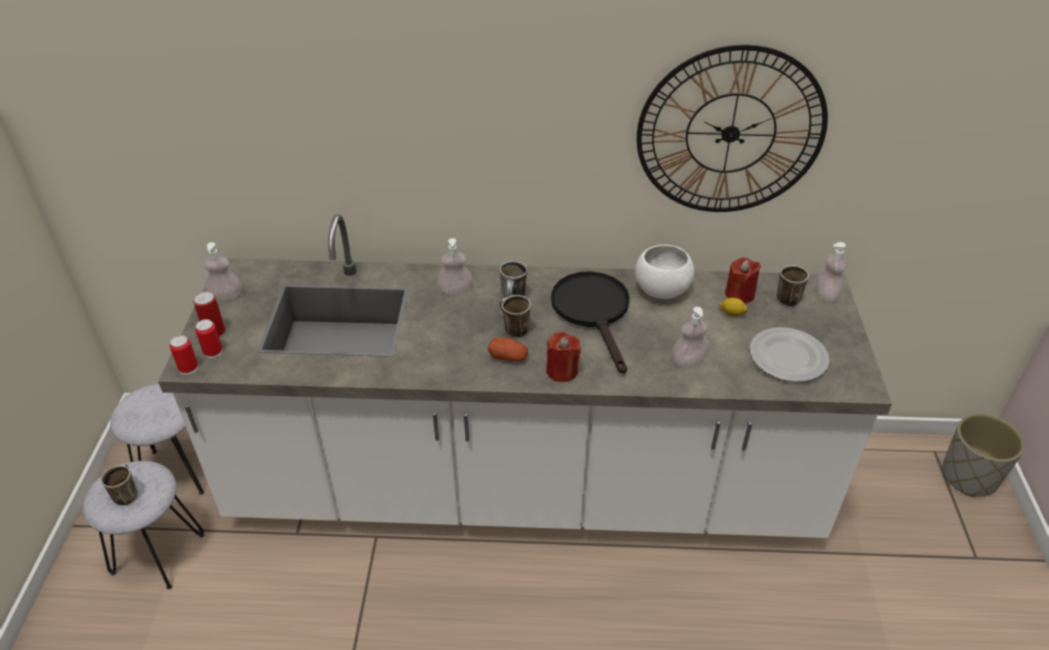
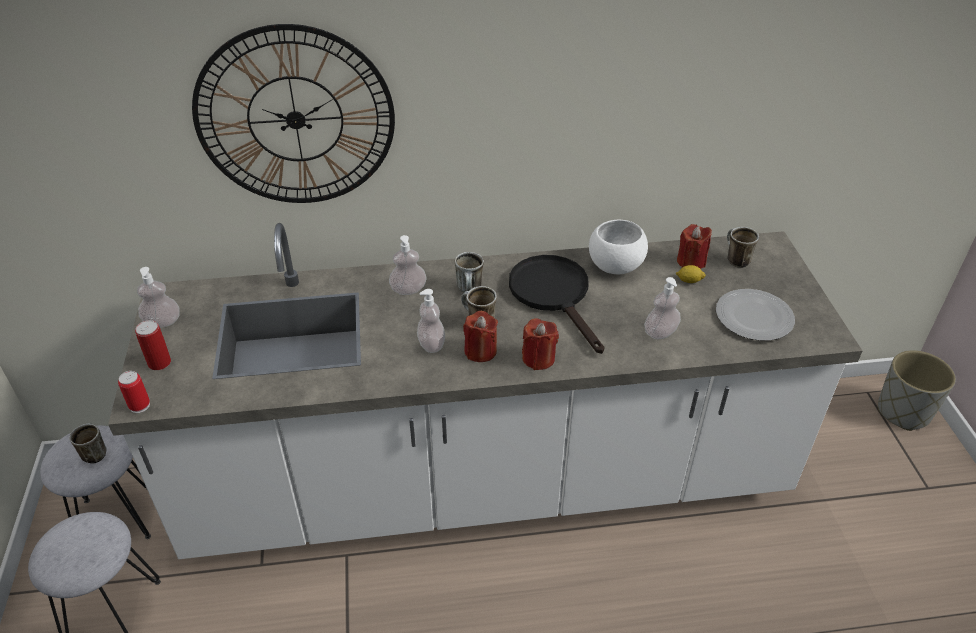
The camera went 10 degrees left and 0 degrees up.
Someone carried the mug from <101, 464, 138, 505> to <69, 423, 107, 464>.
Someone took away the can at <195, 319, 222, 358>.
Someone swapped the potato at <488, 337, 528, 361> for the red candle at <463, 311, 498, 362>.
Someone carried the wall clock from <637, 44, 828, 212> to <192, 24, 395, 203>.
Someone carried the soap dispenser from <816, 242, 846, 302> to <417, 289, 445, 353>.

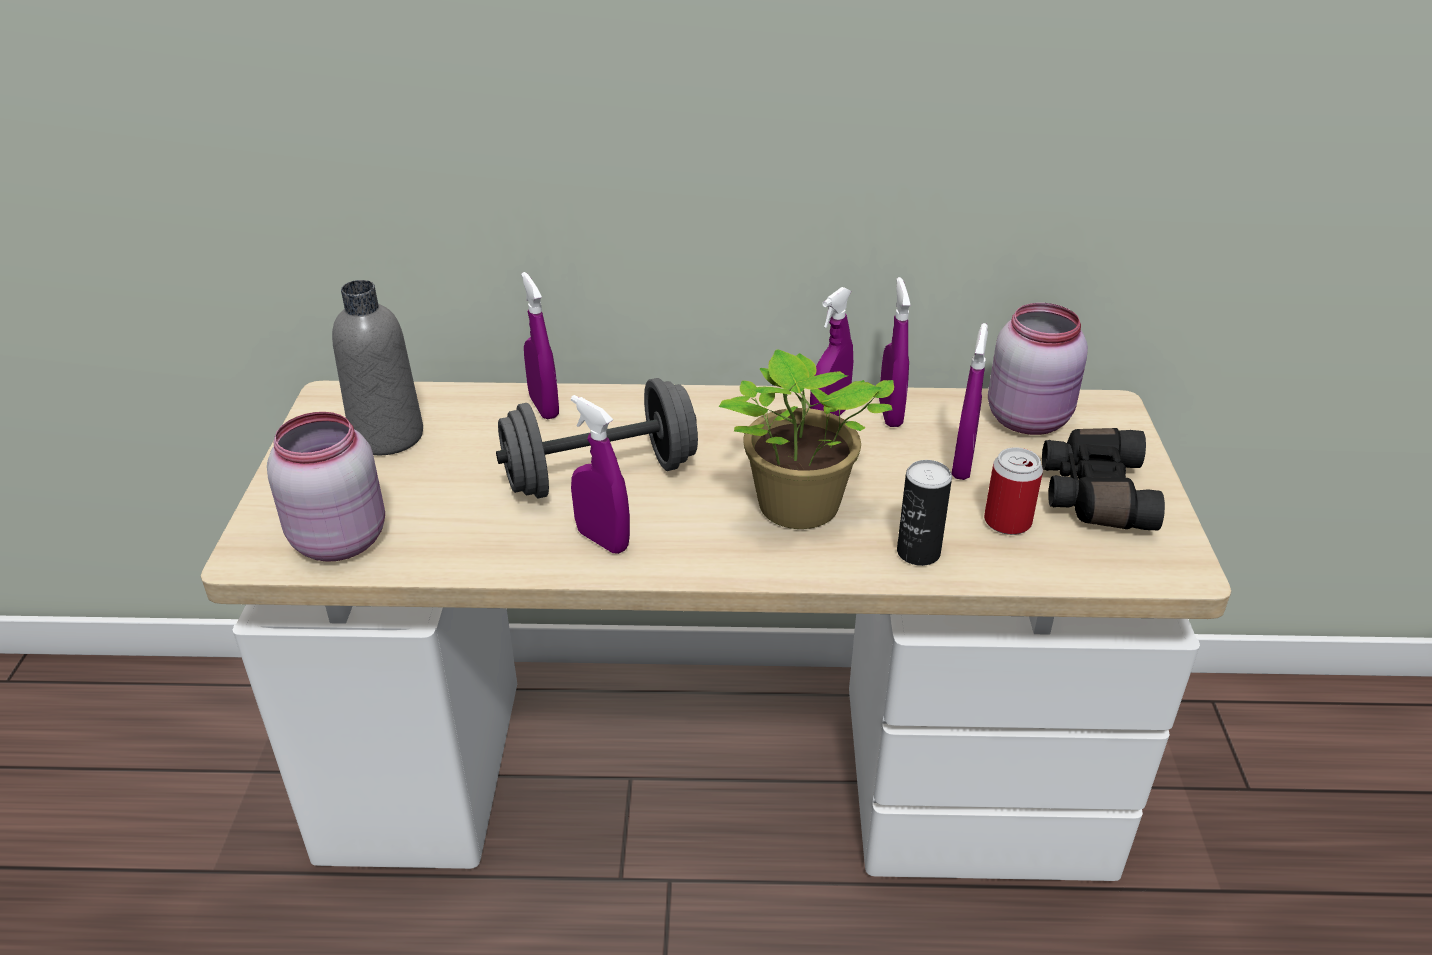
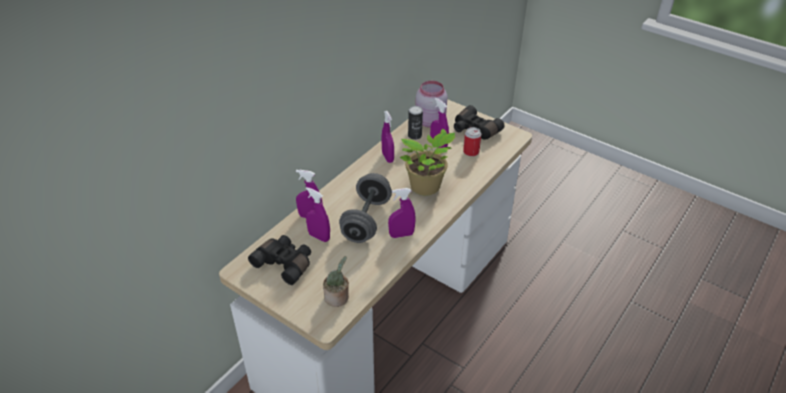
The camera went 55 degrees left and 5 degrees up.
Someone swapped the pink jar at <267, 412, 385, 562> for the potted plant at <323, 256, 349, 307>.
Someone swapped the grey bottle at <332, 280, 423, 455> for the black binoculars at <248, 235, 311, 285>.
Someone carried the purple spray bottle from <879, 277, 910, 427> to <306, 187, 330, 242>.
Someone carried the can from <897, 460, 952, 566> to <408, 106, 423, 140>.

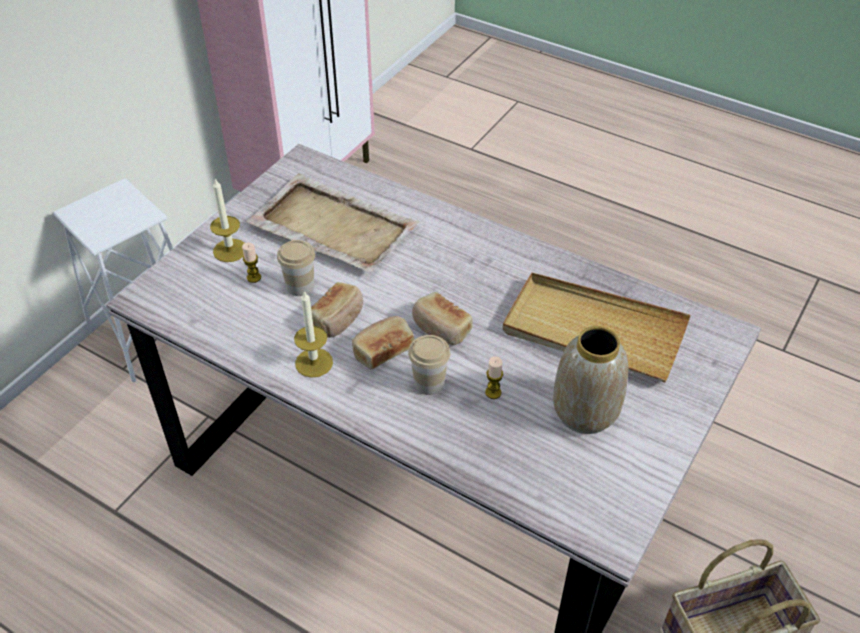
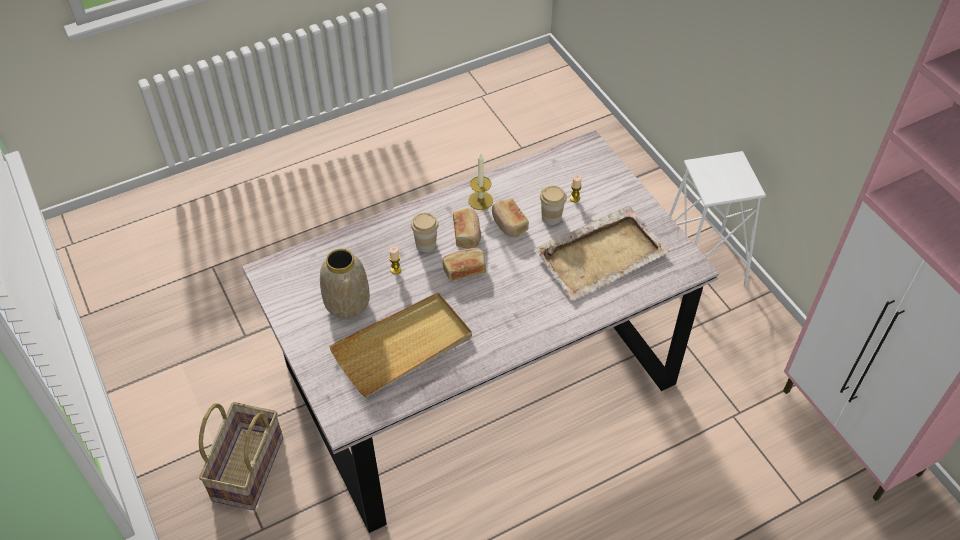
The camera went 120 degrees right and 5 degrees up.
Someone took away the candle at <210, 178, 244, 262>.

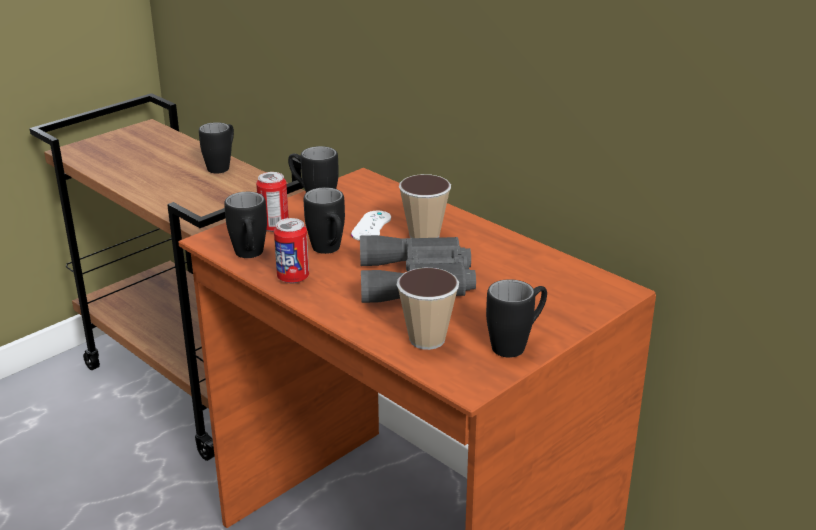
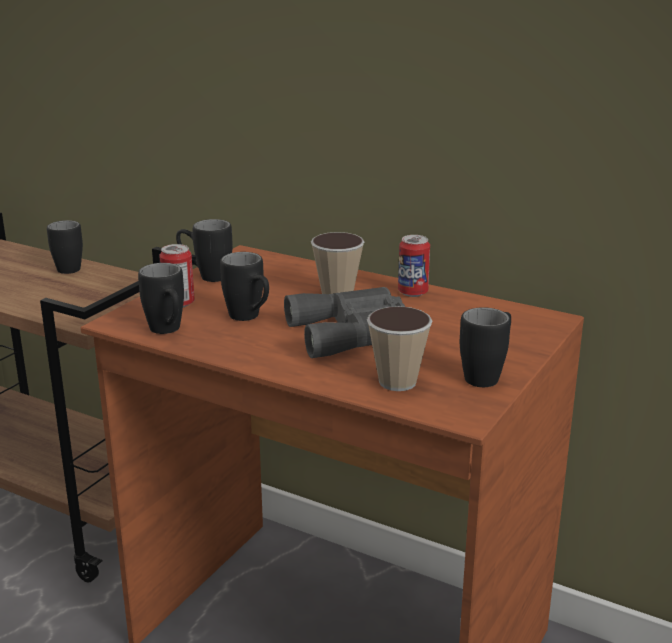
The camera went 15 degrees left and 5 degrees down.
Someone carried the can from <274, 218, 309, 283> to <398, 235, 430, 297>.
Someone took away the white game controller at <351, 211, 391, 241>.

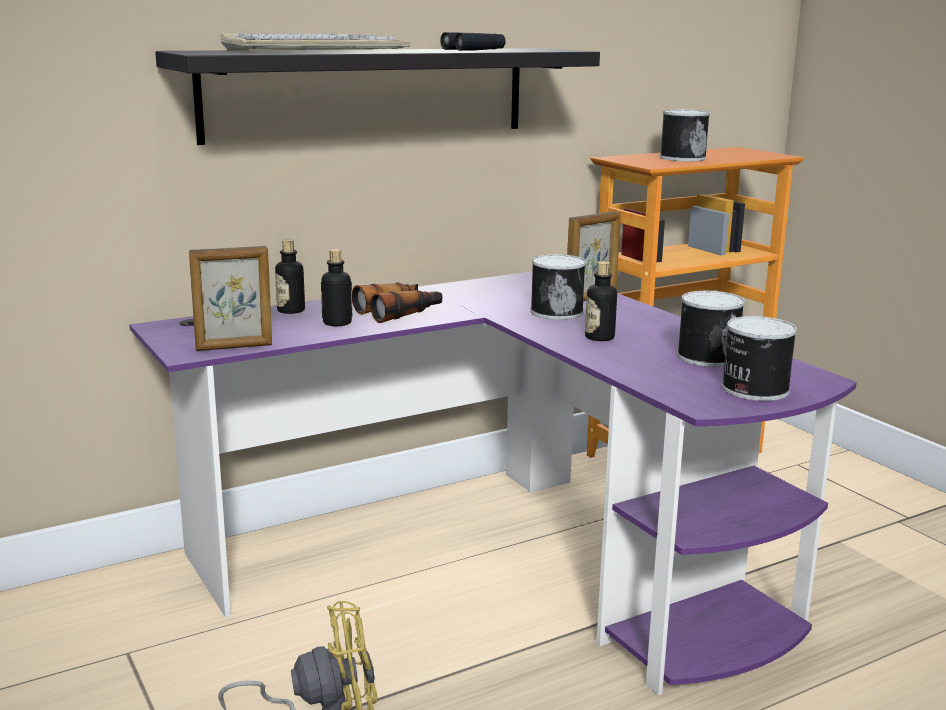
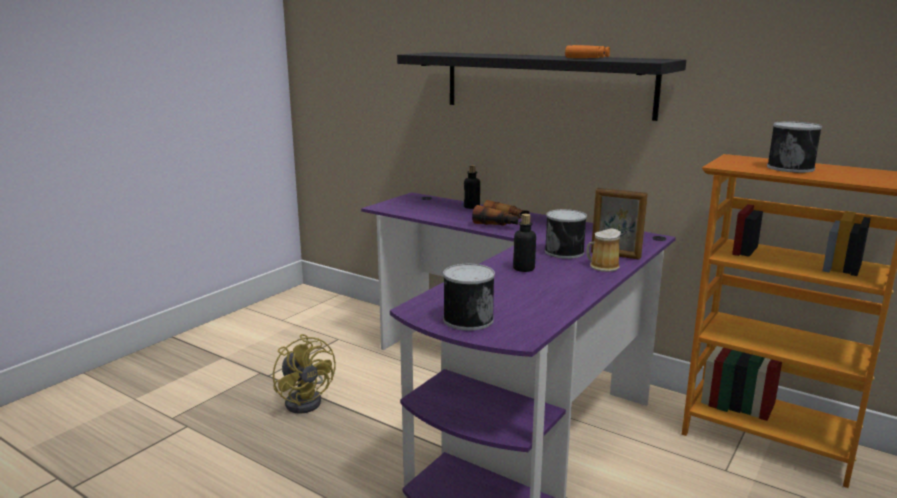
The camera went 65 degrees right and 0 degrees up.
Someone took away the picture frame at <189, 246, 272, 351>.
Someone took away the keyboard at <221, 33, 411, 50>.
Someone took away the bottle at <321, 249, 352, 326>.
Someone repainted the black binoculars at <440, 32, 506, 51>, which became the orange binoculars at <565, 45, 610, 58>.
Someone took away the can at <677, 291, 745, 367>.
Someone put down the mug at <586, 228, 621, 272>.

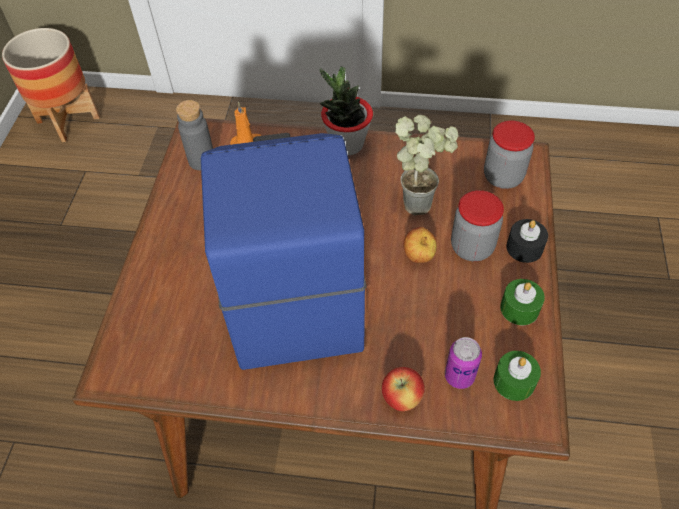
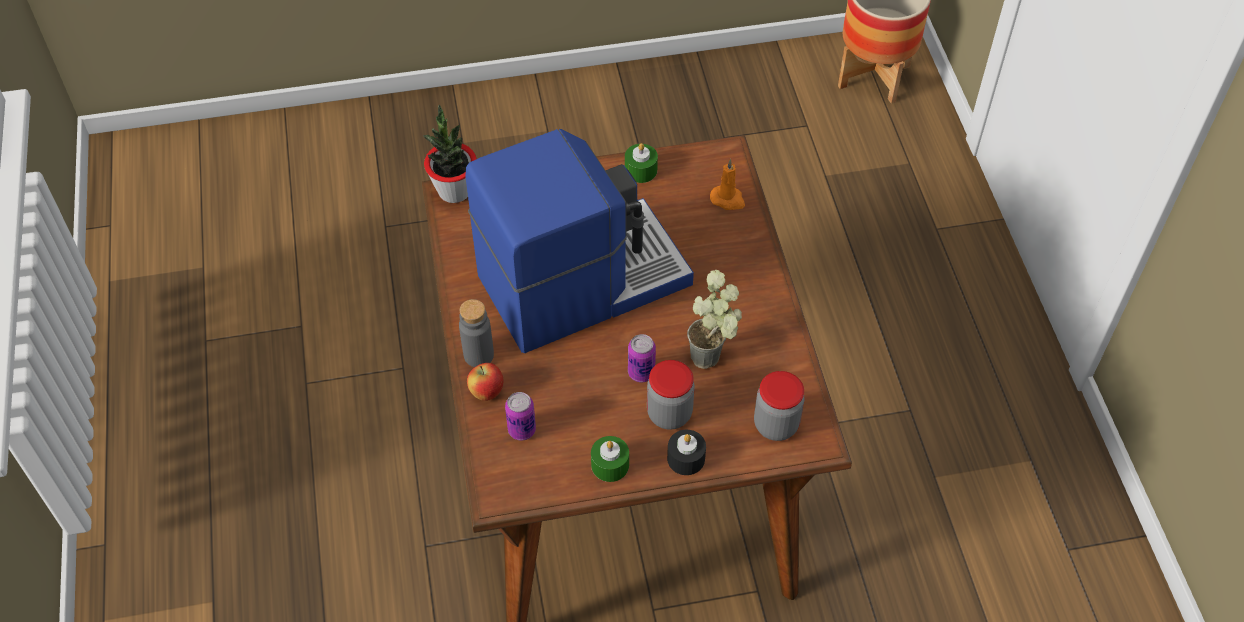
The camera went 70 degrees right and 0 degrees up.
Someone carried the grey bottle from <176, 100, 213, 170> to <459, 299, 494, 367>.
Someone carried the potted plant from <320, 67, 373, 156> to <423, 105, 477, 203>.
Someone swapped the apple at <403, 227, 437, 263> for the can at <628, 334, 656, 382>.
Someone carried the green candle from <494, 351, 541, 401> to <625, 143, 658, 183>.

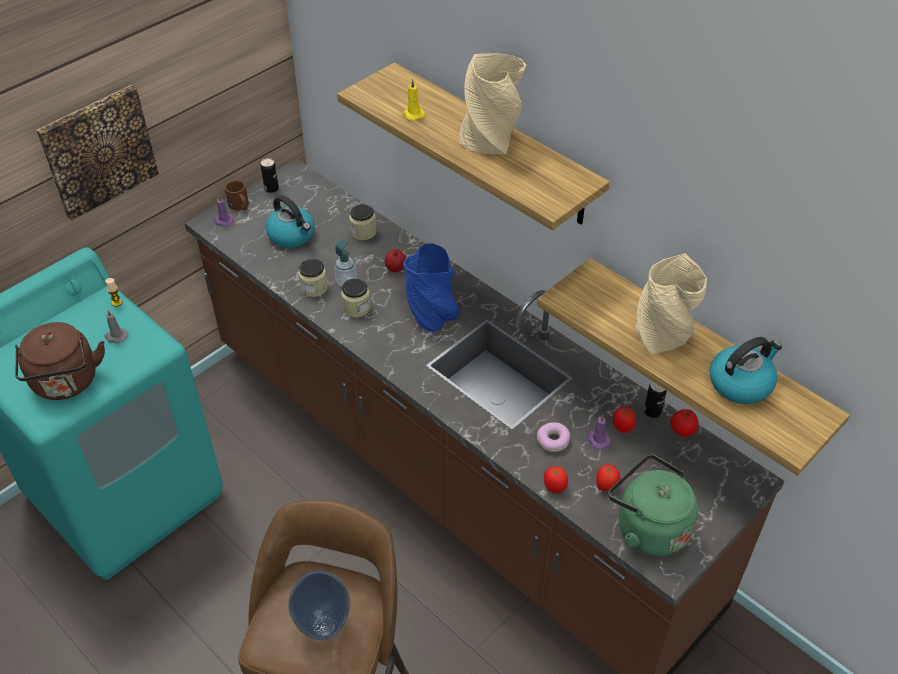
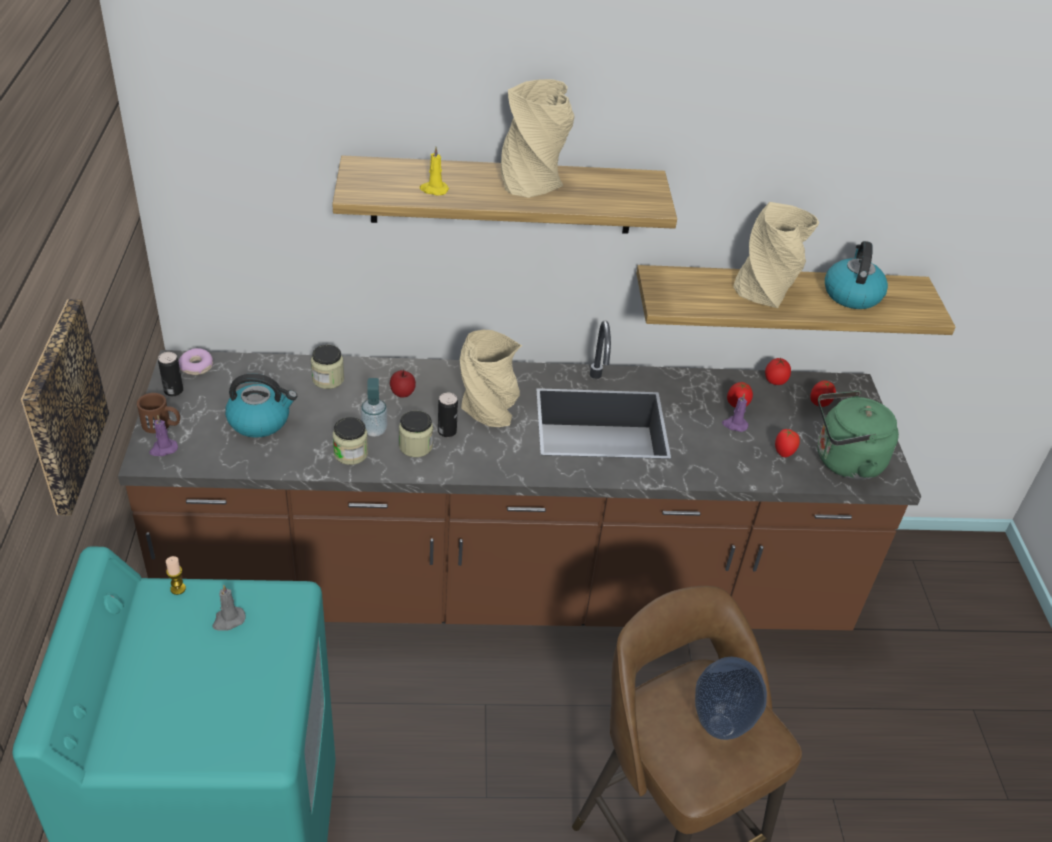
The camera went 50 degrees left and 5 degrees down.
Someone took away the brown kettle at <15, 322, 105, 400>.
Someone repainted the blue vase at <403, 243, 460, 333>, which became the beige vase at <460, 330, 522, 427>.
Someone carried the donut from <537, 422, 570, 452> to <178, 348, 213, 375>.
Someone carried the tomato from <544, 466, 568, 493> to <810, 380, 836, 407>.
Someone carried the can from <644, 381, 667, 418> to <438, 393, 458, 437>.

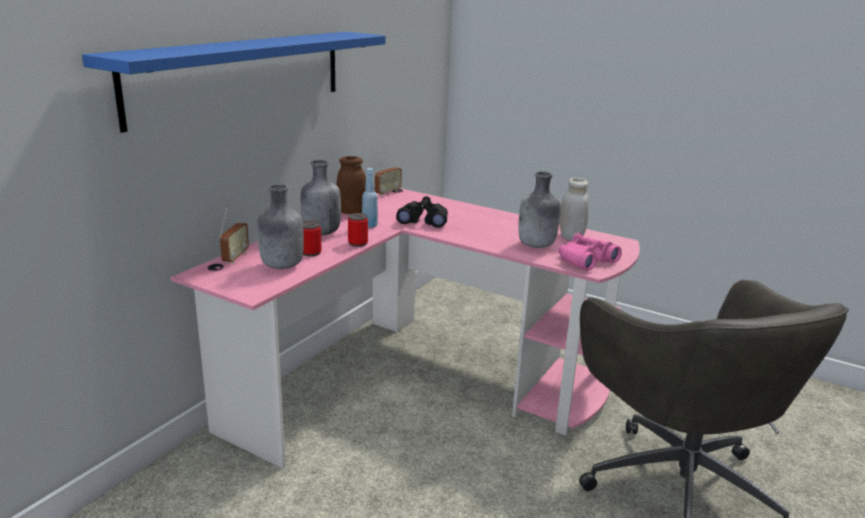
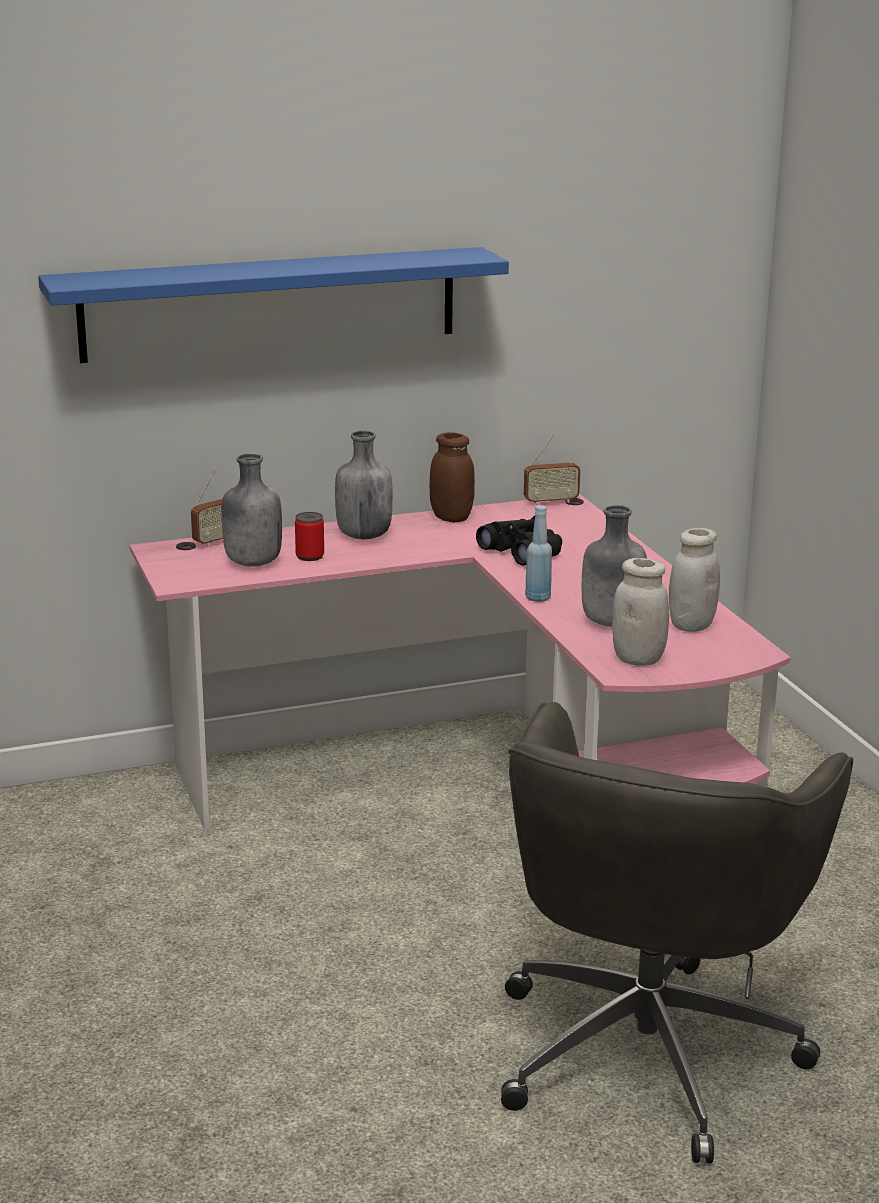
The camera went 40 degrees right and 0 degrees up.
Someone took away the can at <348, 213, 368, 247>.
Someone carried the blue bottle from <362, 168, 378, 228> to <525, 505, 552, 602>.
Someone swapped the pink binoculars at <559, 233, 622, 271> for the white jar at <612, 558, 669, 666>.

